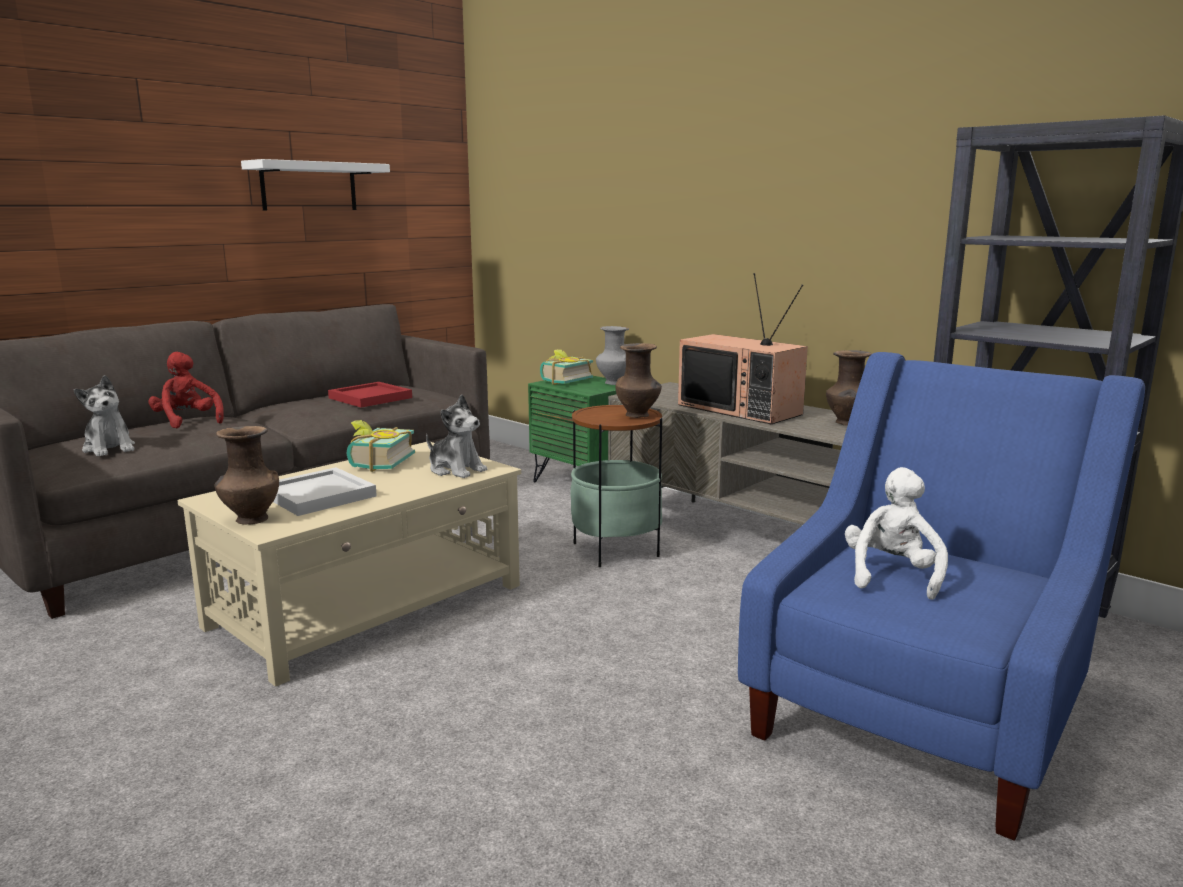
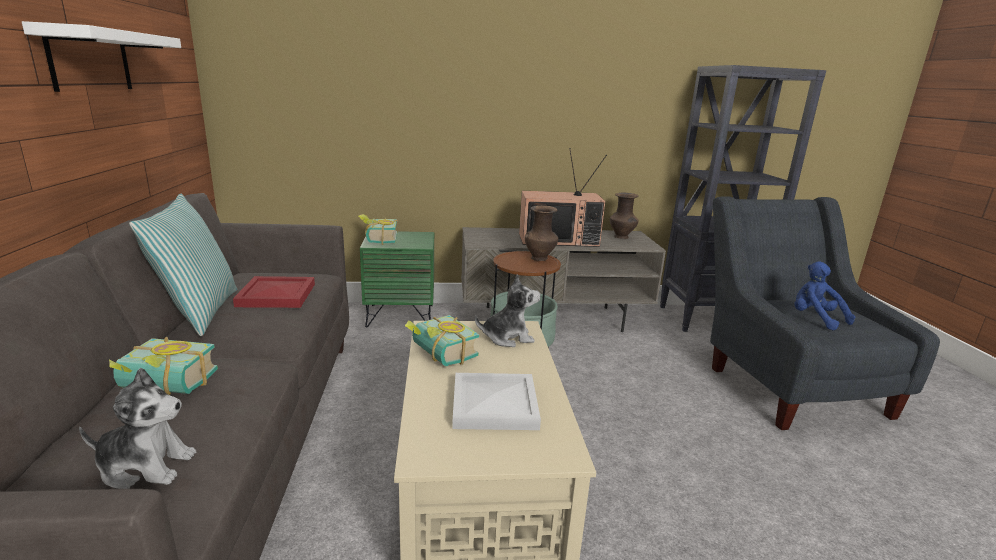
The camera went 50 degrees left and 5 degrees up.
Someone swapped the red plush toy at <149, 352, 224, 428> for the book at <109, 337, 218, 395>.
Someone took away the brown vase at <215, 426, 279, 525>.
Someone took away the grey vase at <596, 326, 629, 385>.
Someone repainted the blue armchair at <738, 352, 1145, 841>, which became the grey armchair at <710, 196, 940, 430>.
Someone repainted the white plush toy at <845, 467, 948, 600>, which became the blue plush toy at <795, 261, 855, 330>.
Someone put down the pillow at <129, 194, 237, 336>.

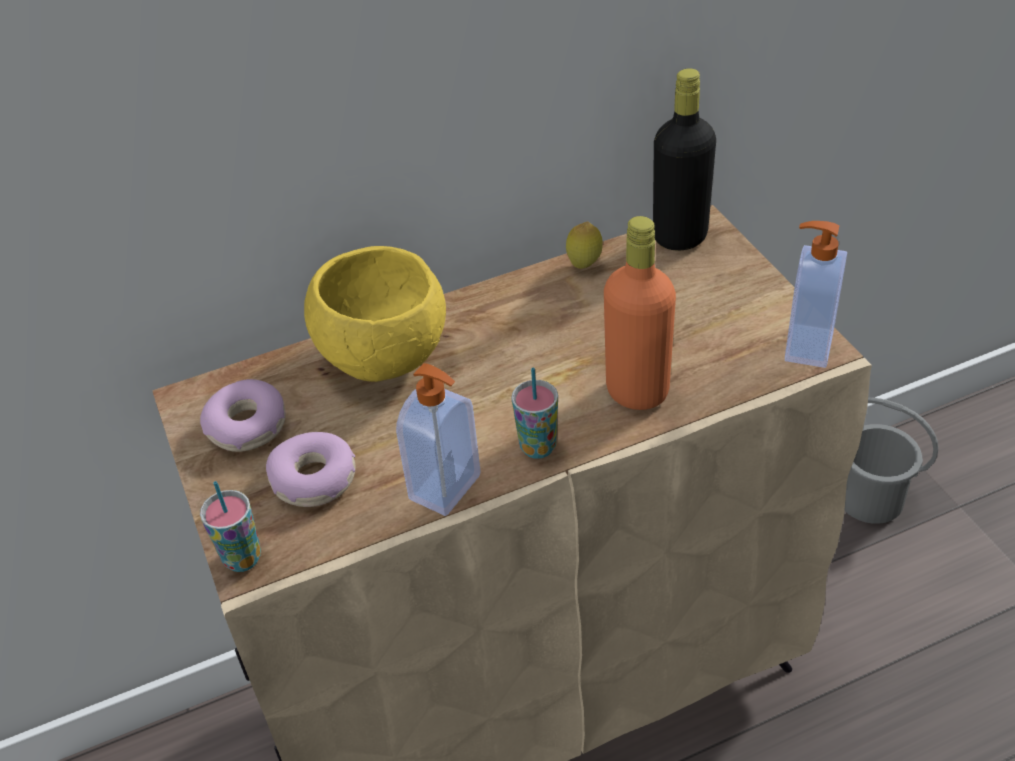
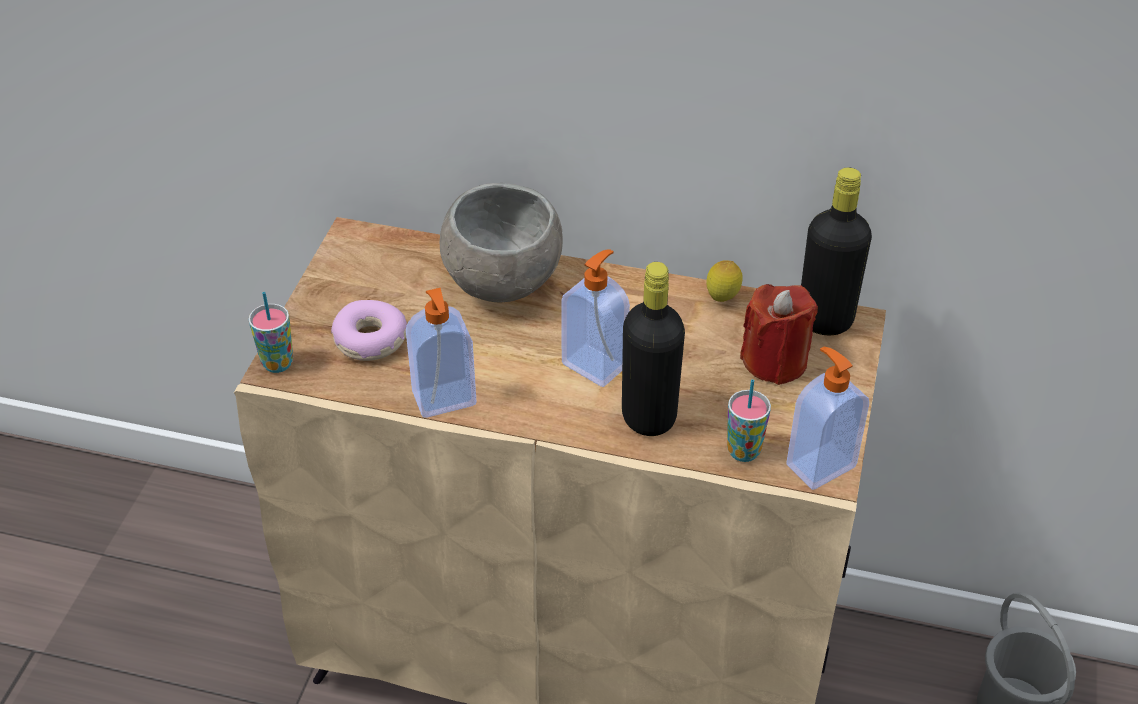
The camera went 35 degrees right and 0 degrees up.
Someone took away the donut at <200, 379, 286, 452>.
Someone repainted the yellow bowl at <304, 246, 446, 382>, which became the grey bowl at <440, 183, 563, 303>.
Someone carried the cup from <511, 368, 558, 459> to <727, 380, 771, 462>.
Someone repainted the orange bottle at <604, 216, 676, 410>, which became the black bottle at <622, 262, 685, 436>.
Someone put down the soap dispenser at <561, 249, 630, 387>.
Someone put down the red candle at <740, 284, 818, 385>.

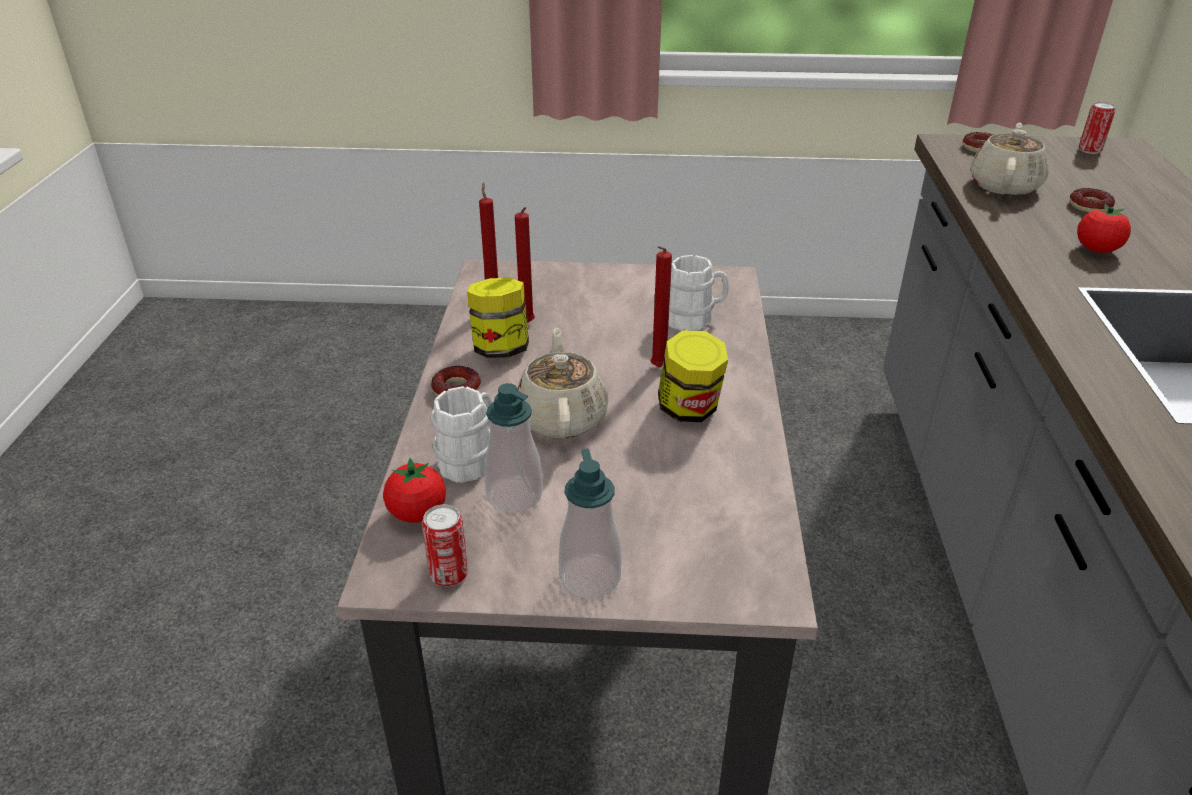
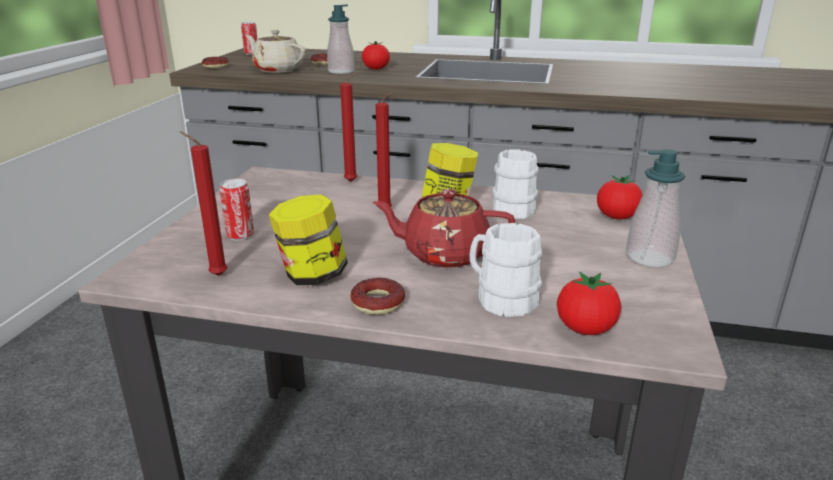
The camera went 80 degrees left and 10 degrees down.
Someone carried the can from <422, 505, 468, 586> to <219, 179, 254, 241>.
Someone carried the soap dispenser from <485, 383, 543, 513> to <327, 5, 355, 74>.
Someone carried the red candle from <515, 207, 535, 323> to <340, 72, 358, 182>.
Someone repainted the beige teapot at <517, 327, 609, 438>, which became the red teapot at <372, 189, 515, 268>.
Someone carried the white mug from <668, 255, 729, 331> to <492, 149, 539, 219>.
Someone put down the tomato at <597, 175, 642, 220>.

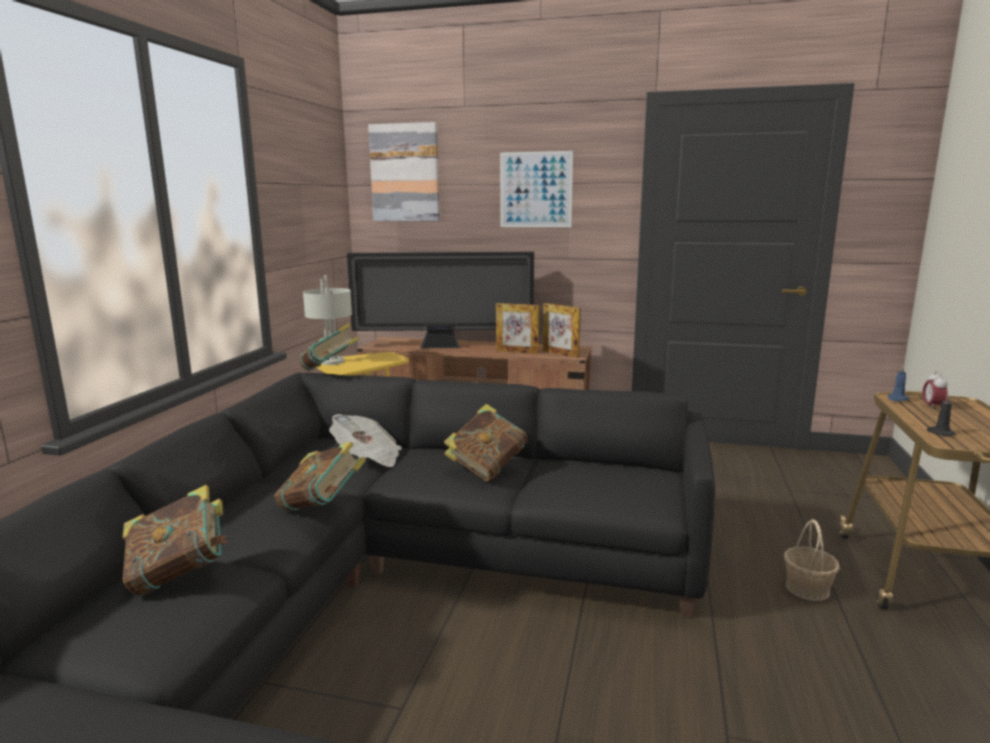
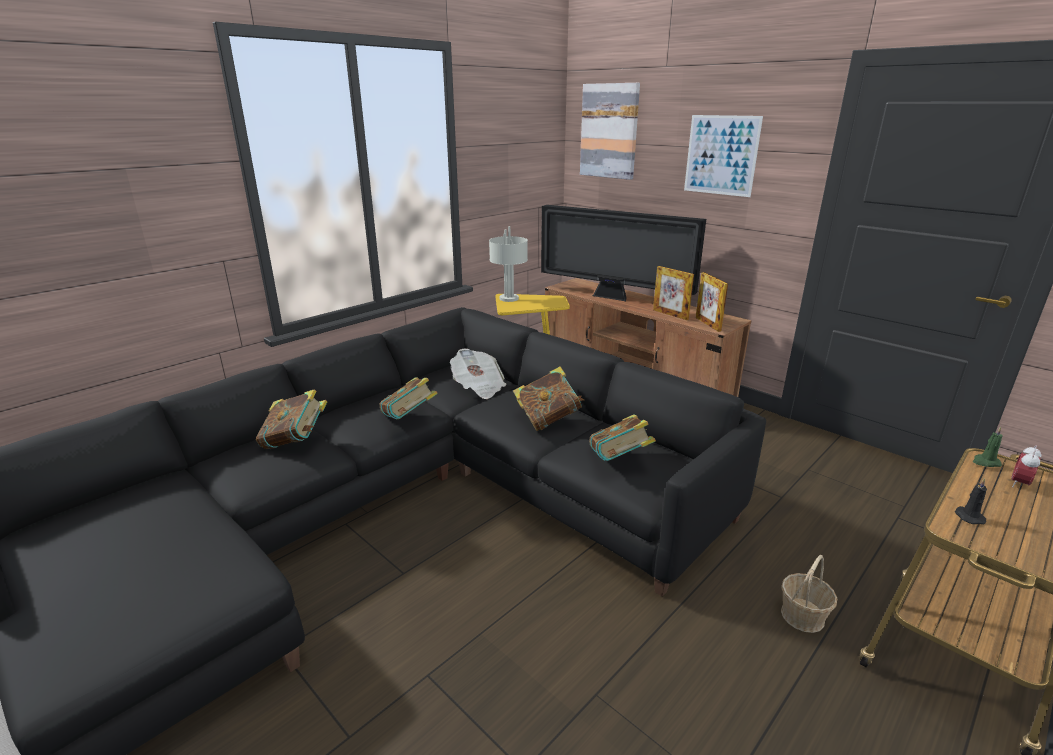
The camera went 30 degrees right and 10 degrees up.
Someone carried the book from <299, 323, 360, 371> to <589, 414, 656, 461>.
Someone repainted the blue candle at <887, 365, 910, 401>, which became the green candle at <973, 427, 1003, 467>.

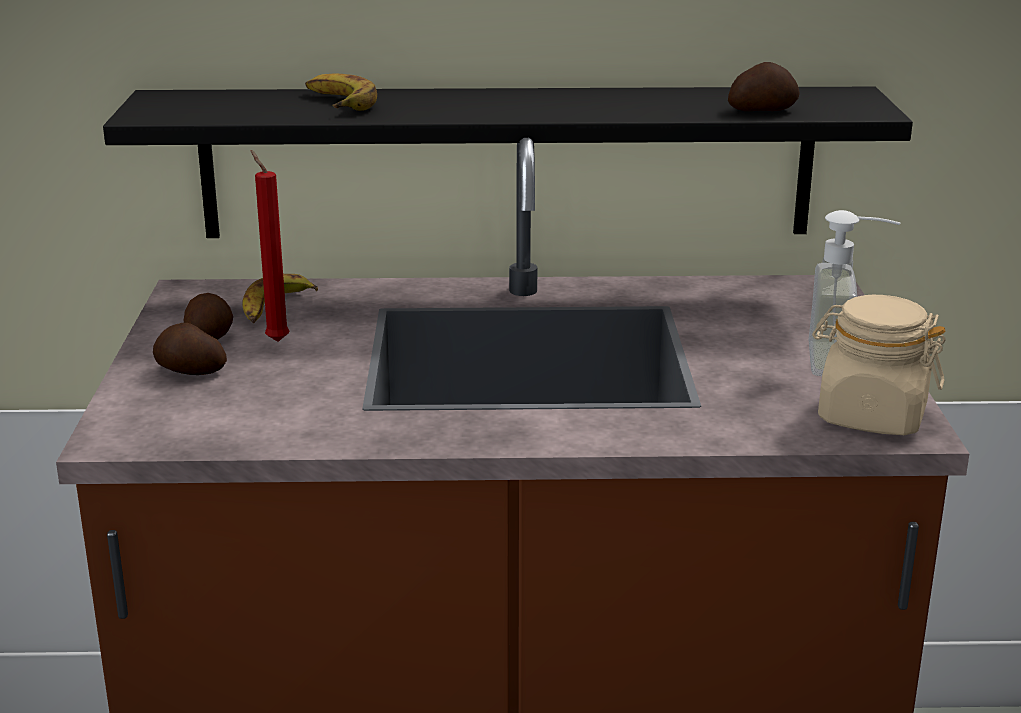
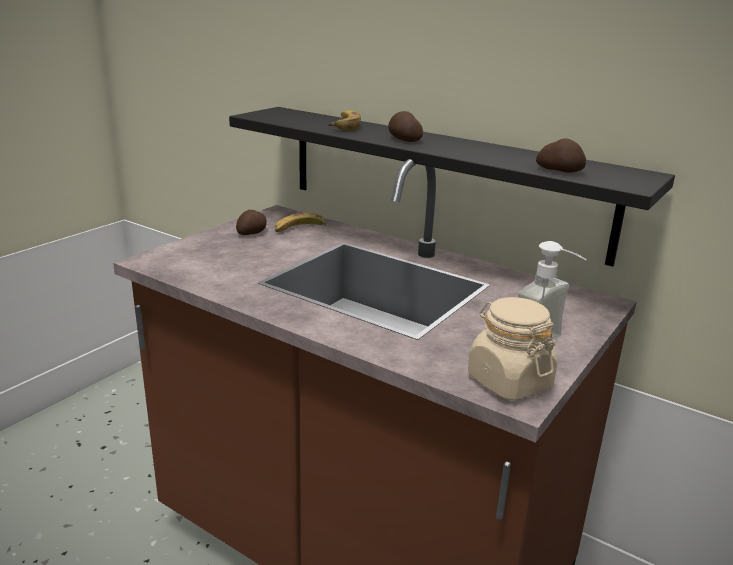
The camera went 35 degrees right and 0 degrees up.
Someone carried the potato from <153, 323, 227, 375> to <388, 111, 423, 142>.
Someone took away the red candle at <251, 150, 289, 342>.

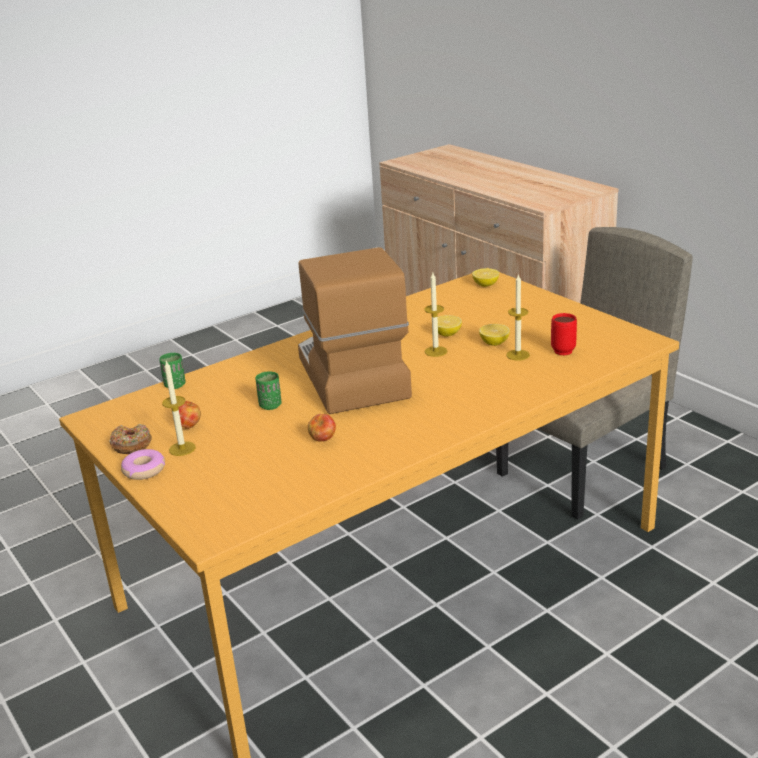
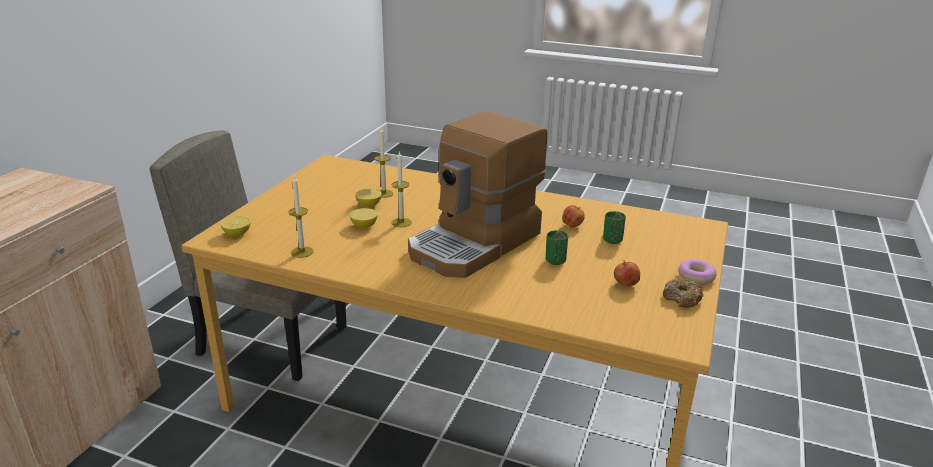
The camera went 125 degrees left and 0 degrees up.
Someone carried the green cup from <159, 353, 185, 389> to <603, 211, 626, 244>.
Someone carried the candle from <162, 361, 196, 456> to <288, 175, 314, 258>.
Someone took away the red mug at <551, 313, 577, 355>.

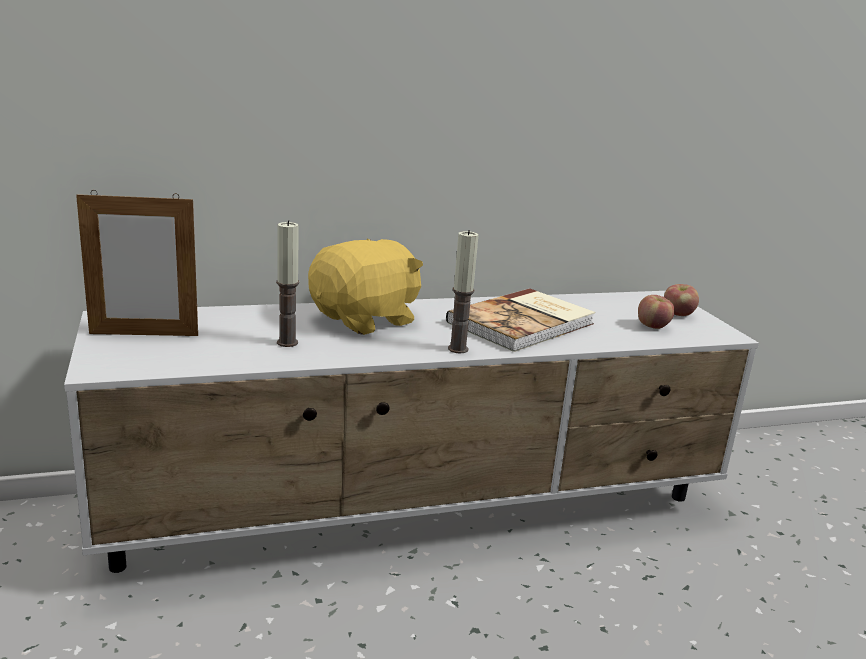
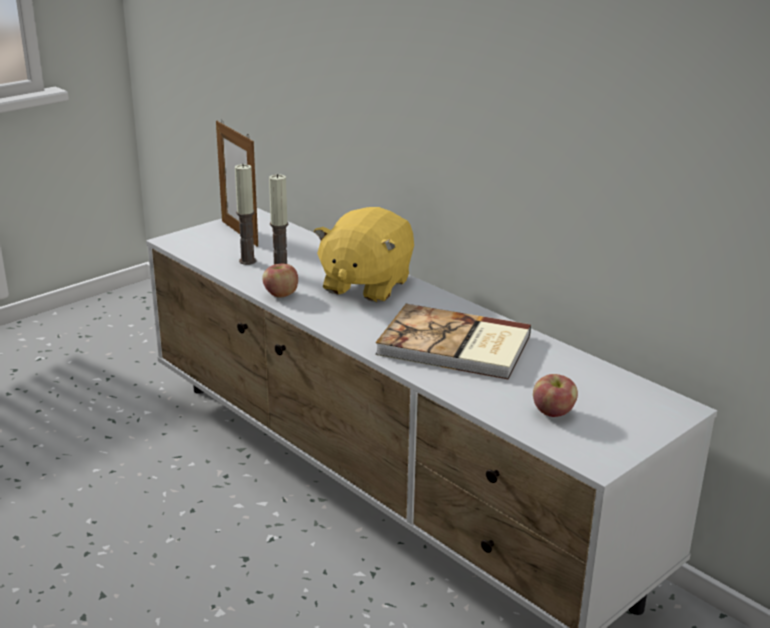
The camera went 65 degrees right and 5 degrees up.
Someone rotated the yellow plush toy at <308, 238, 423, 335> by 90 degrees clockwise.
Someone carried the candle from <448, 230, 479, 354> to <235, 164, 257, 265>.
Someone carried the apple from <664, 284, 699, 316> to <262, 263, 298, 298>.

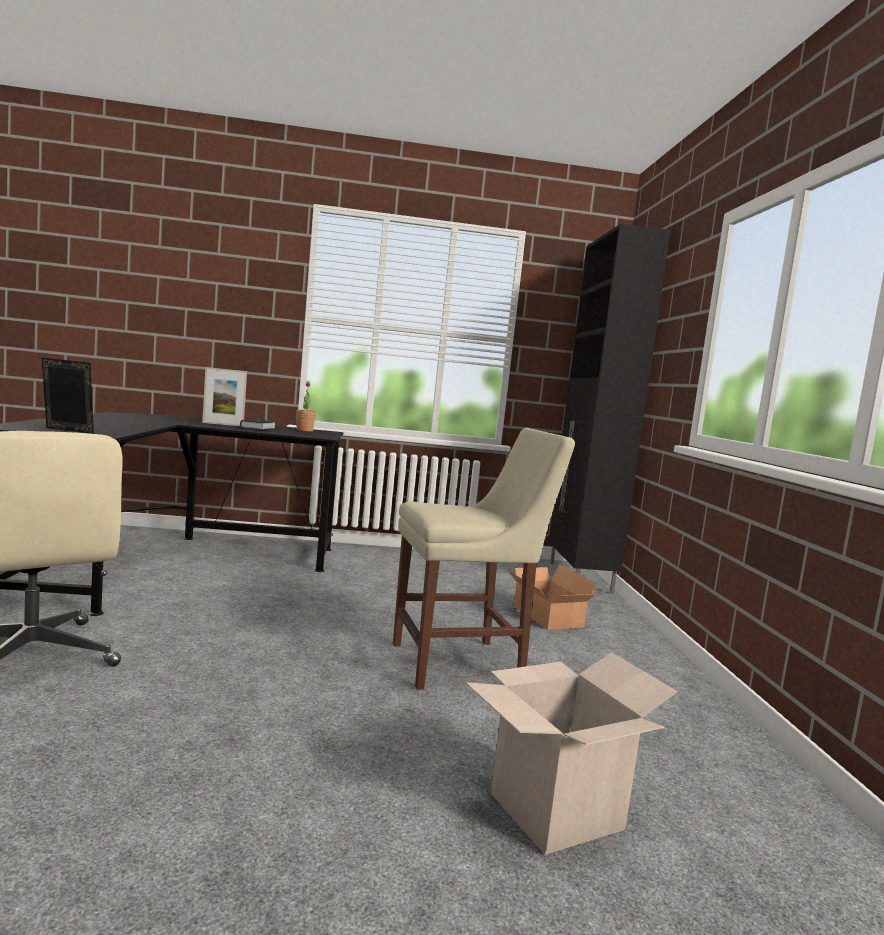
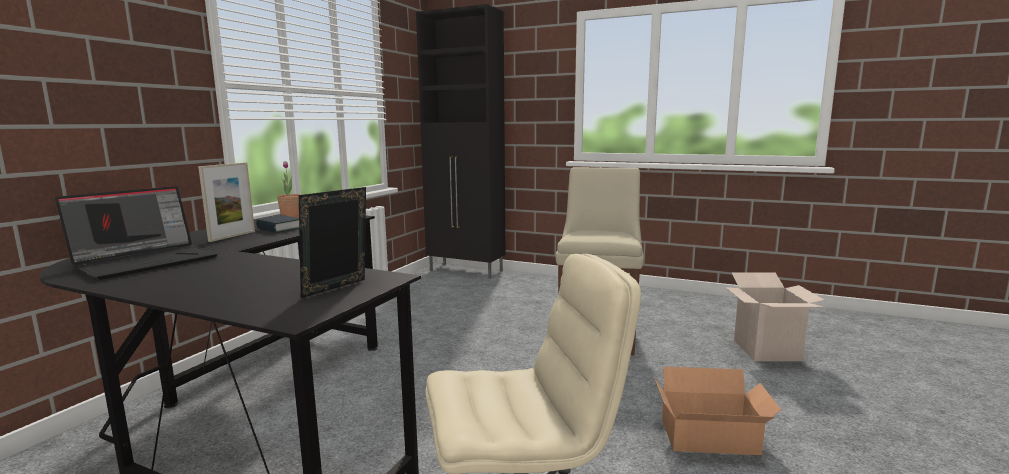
The camera went 60 degrees left and 5 degrees up.
Someone carried the cardboard box from <506, 564, 597, 630> to <655, 367, 781, 455>.
Someone put down the laptop at <55, 186, 218, 280>.

